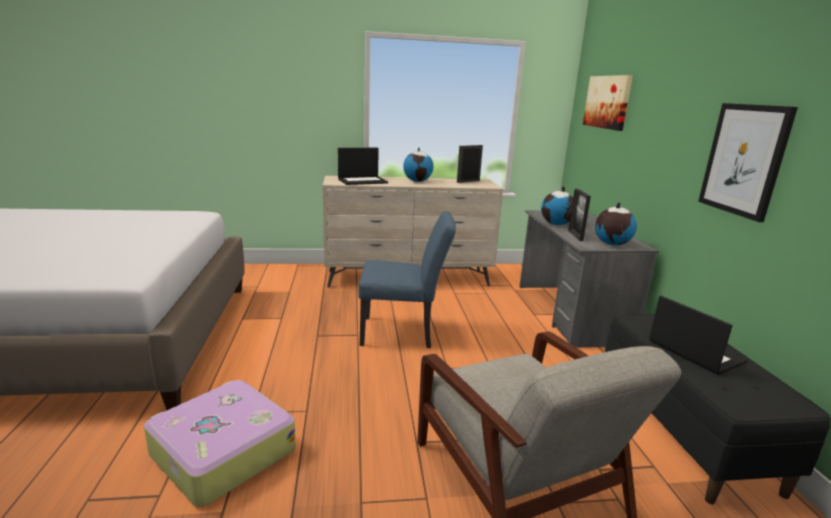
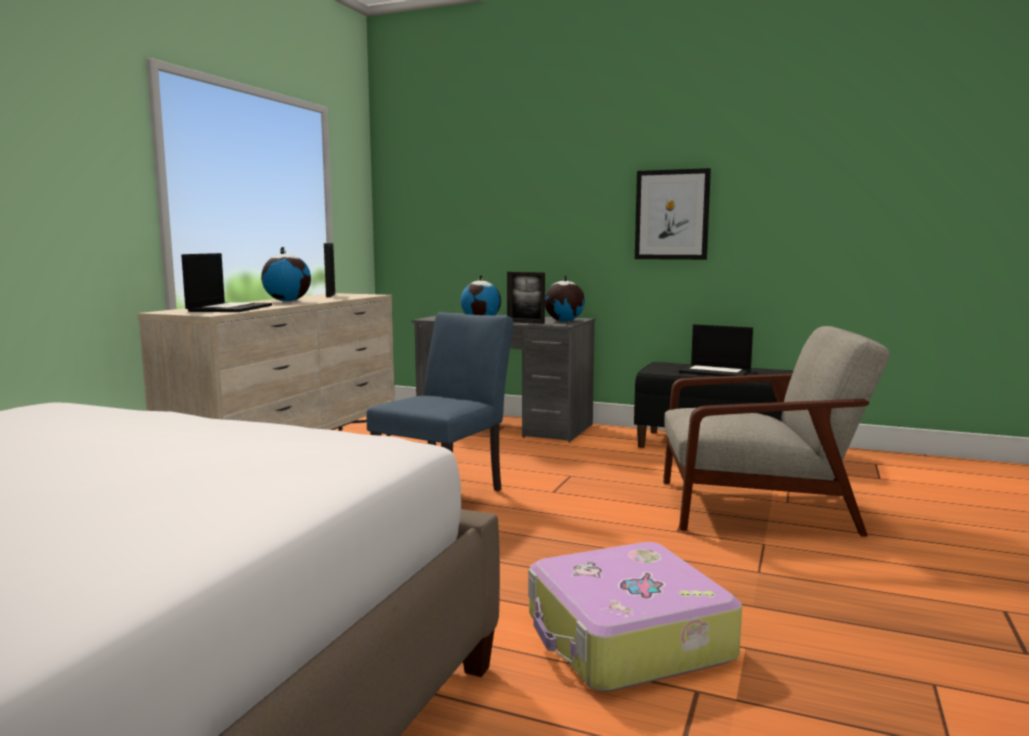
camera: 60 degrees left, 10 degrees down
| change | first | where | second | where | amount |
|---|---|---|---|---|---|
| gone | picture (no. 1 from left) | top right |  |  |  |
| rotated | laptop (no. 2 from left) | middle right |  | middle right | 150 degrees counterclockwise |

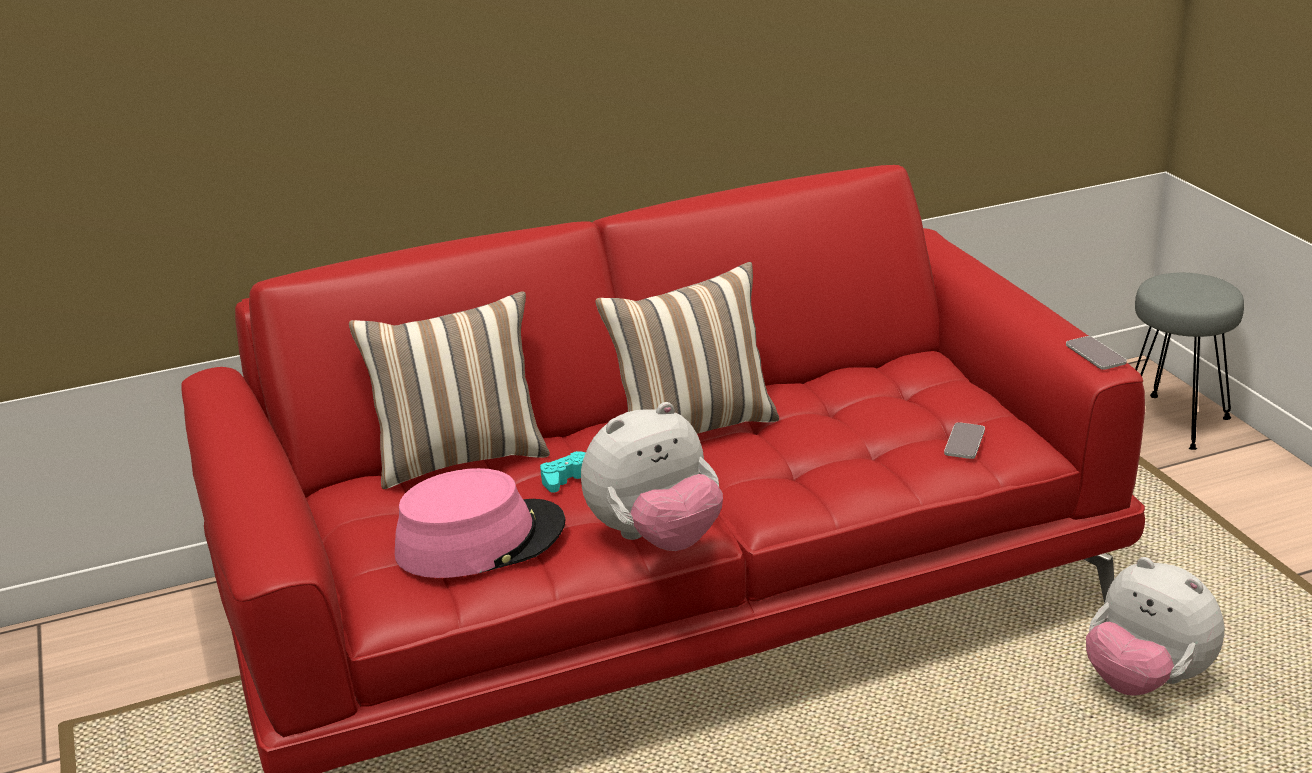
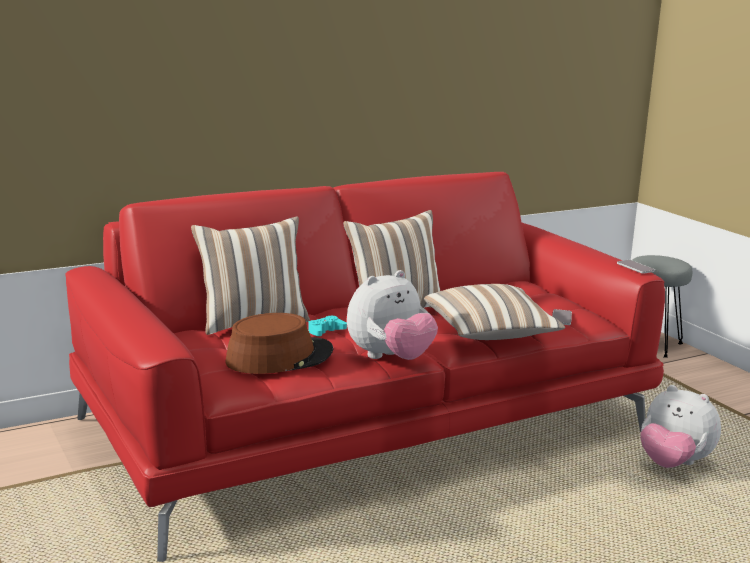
camera: 10 degrees left, 10 degrees down
| change | first | where | second | where | amount |
|---|---|---|---|---|---|
| new |  |  | pillow (no. 3 from left) | centre |  |
| repainted | pink hat | bottom centre | brown hat | centre |  |

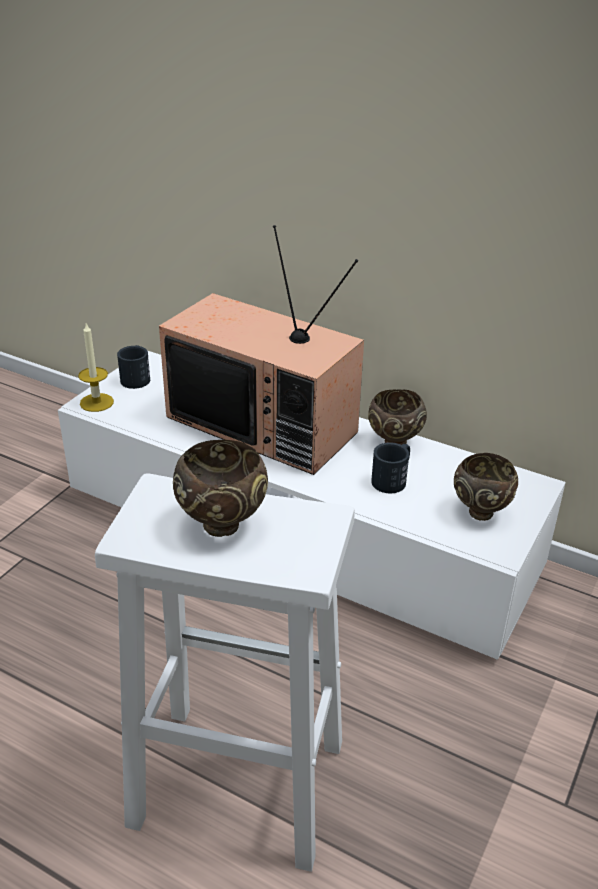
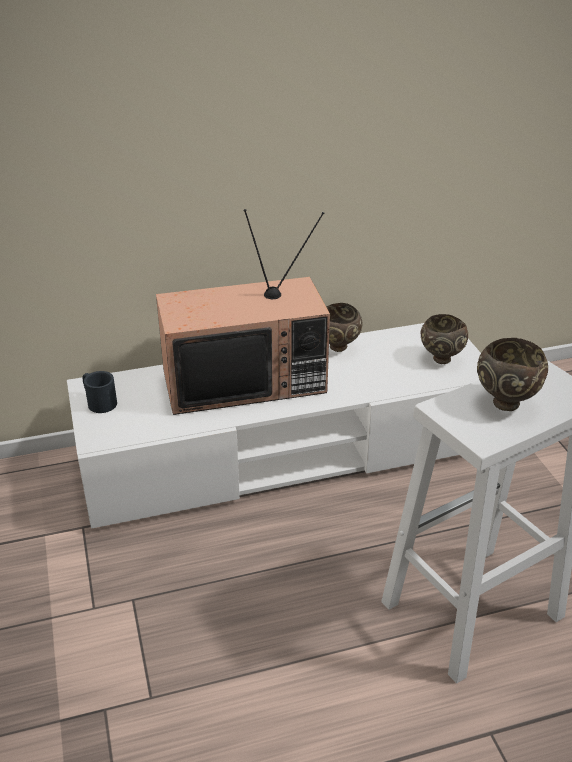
camera: 45 degrees left, 0 degrees up
| change | first | where | second | where | amount |
|---|---|---|---|---|---|
| gone | candle | middle left |  |  |  |
| gone | black mug (no. 2 from left) | centre |  |  |  |

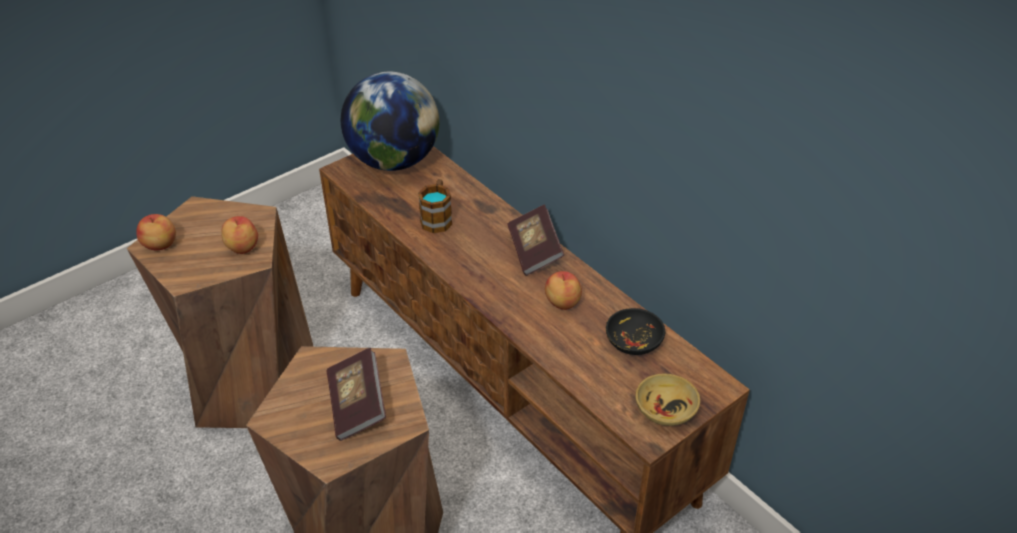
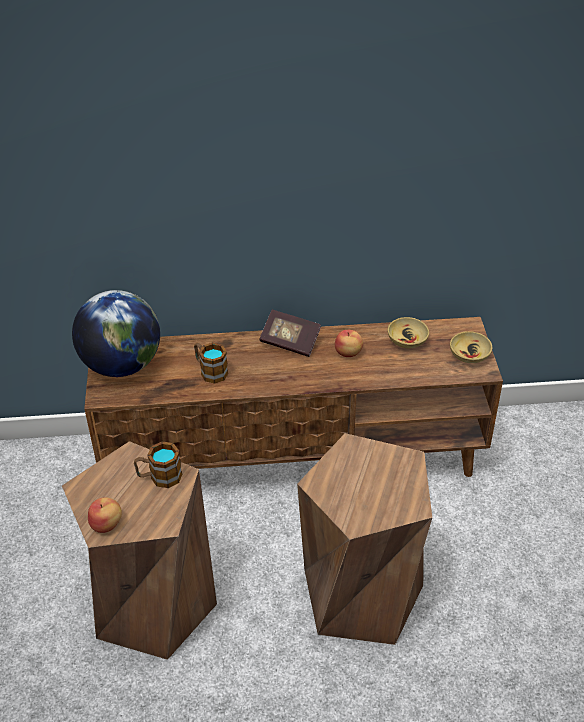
camera: 55 degrees left, 0 degrees up
| change | first | where | second | where | amount |
|---|---|---|---|---|---|
| gone | book (no. 1 from left) | bottom centre |  |  |  |
| swapped | apple (no. 2 from left) | middle left | mug (no. 1 from left) | middle left |  |
| repainted | black bowl | centre | beige bowl (no. 1 from left) | middle right |  |

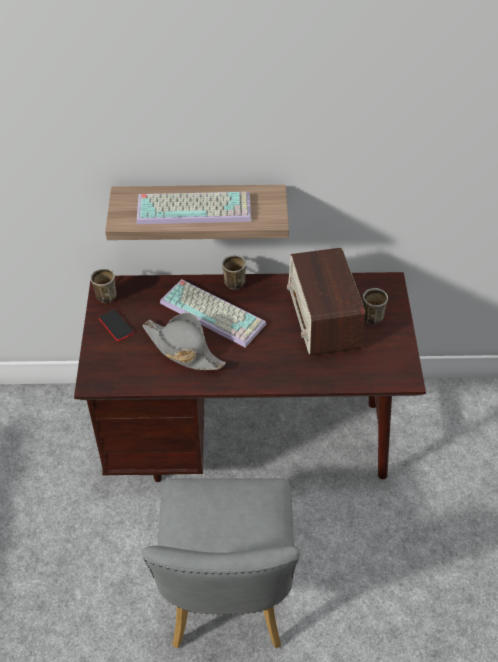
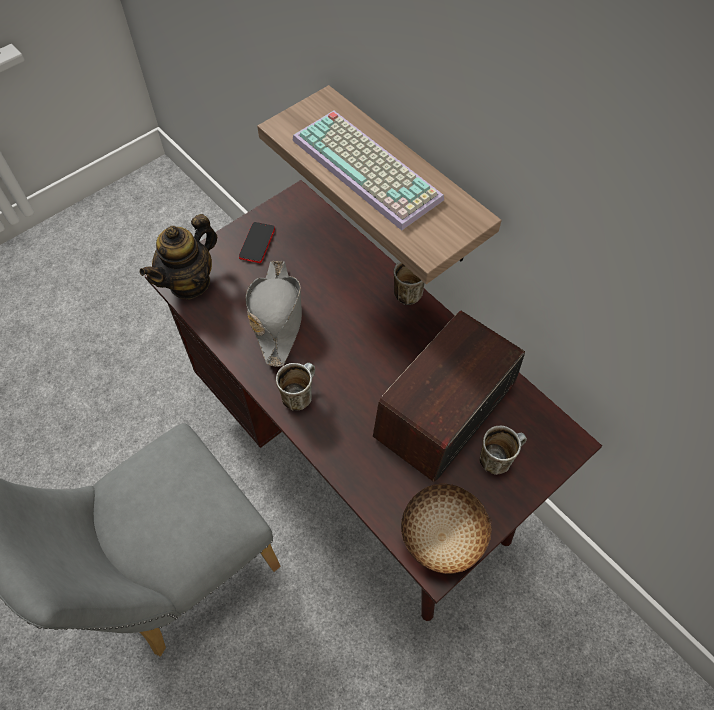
camera: 50 degrees right, 10 degrees up
| change | first | where | second | where | amount |
|---|---|---|---|---|---|
| gone | keyboard (no. 2 from left) | centre |  |  |  |
| new |  |  | teapot | middle left |  |
| new |  |  | bowl | bottom centre |  |
| shifted | mug (no. 1 from left) | middle left |  | centre |  |

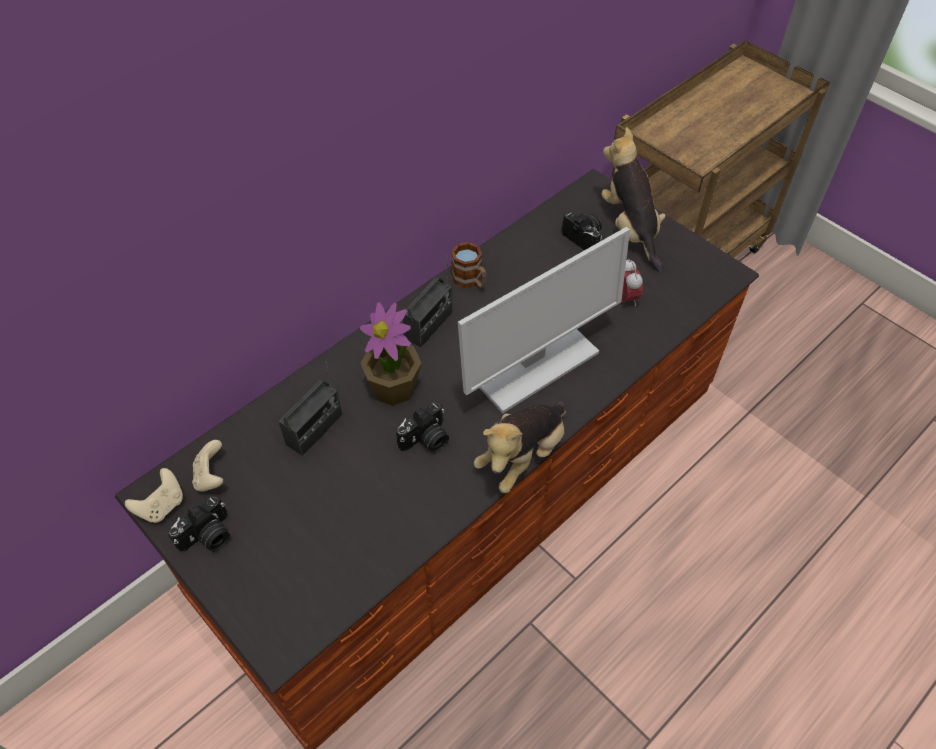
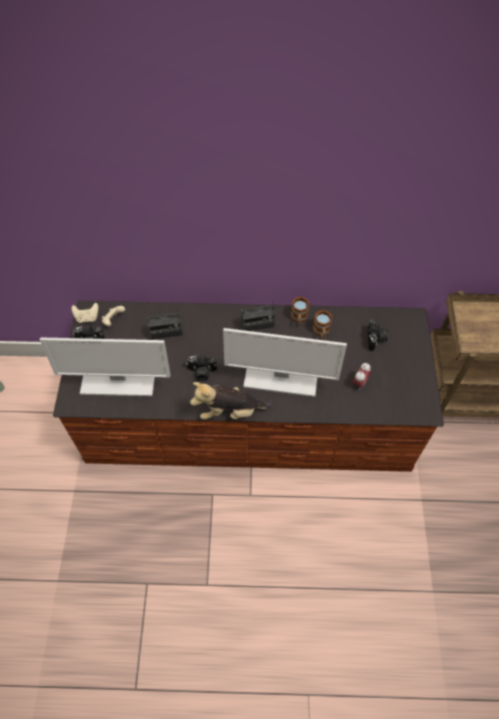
camera: 45 degrees right, 5 degrees up
| change | first | where | second | where | amount |
|---|---|---|---|---|---|
| gone | potted plant | centre |  |  |  |
| gone | plush toy (no. 2 from left) | top right |  |  |  |
| new |  |  | monitor (no. 1 from left) | middle left |  |
| new |  |  | mug (no. 2 from left) | centre |  |

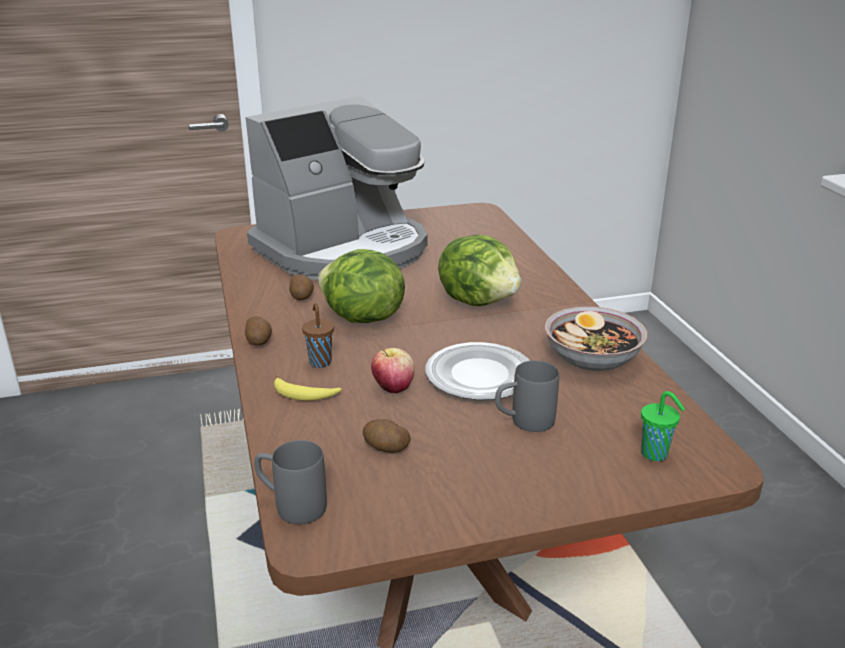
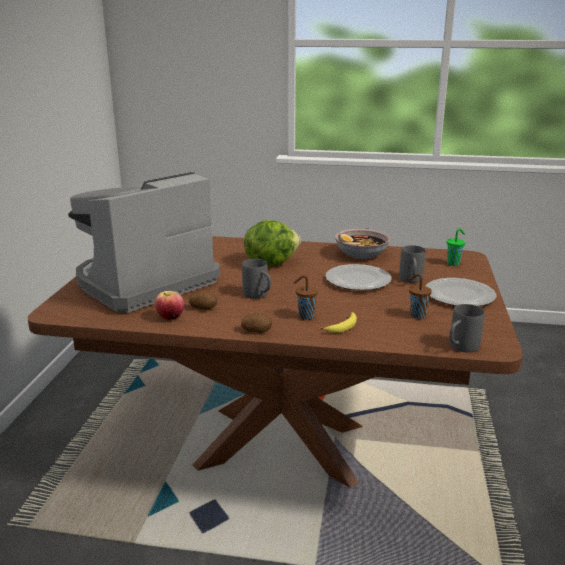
camera: 65 degrees left, 5 degrees down
| change | first | where | second | where | amount |
|---|---|---|---|---|---|
| new |  |  | plate (no. 2 from left) | middle right |  |
| shifted | apple | centre |  | middle left |  |
| swapped | lettuce (no. 1 from left) | centre | grey mug (no. 1 from left) | centre |  |
| swapped | potato (no. 3 from left) | bottom centre | brown cup (no. 2 from left) | middle right |  |
| rotated | coffee machine | top centre |  | middle left | 120 degrees counterclockwise |

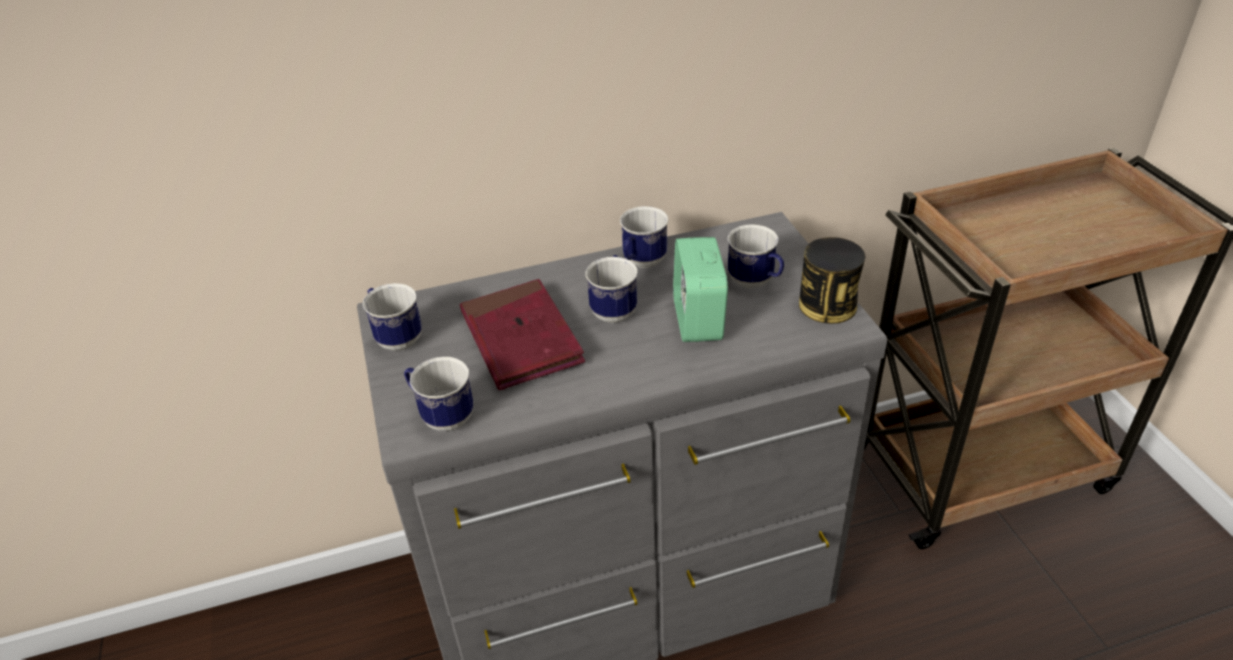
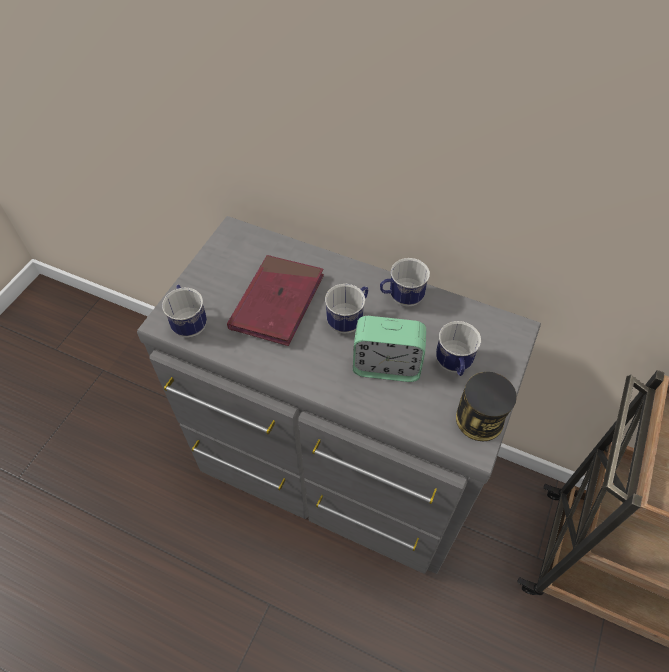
camera: 40 degrees right, 15 degrees up
| change | first | where | second | where | amount |
|---|---|---|---|---|---|
| gone | mug (no. 1 from left) | middle left |  |  |  |
| rotated | alarm clock | centre |  | centre | 120 degrees counterclockwise |

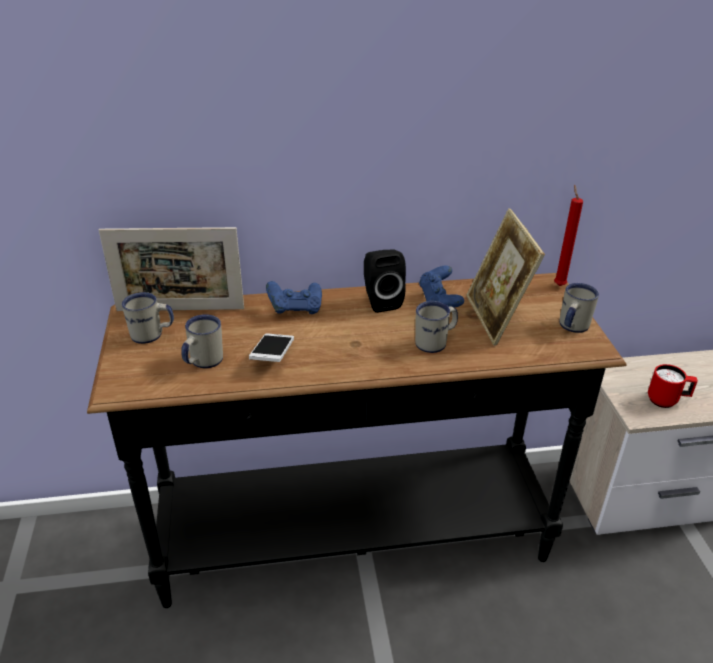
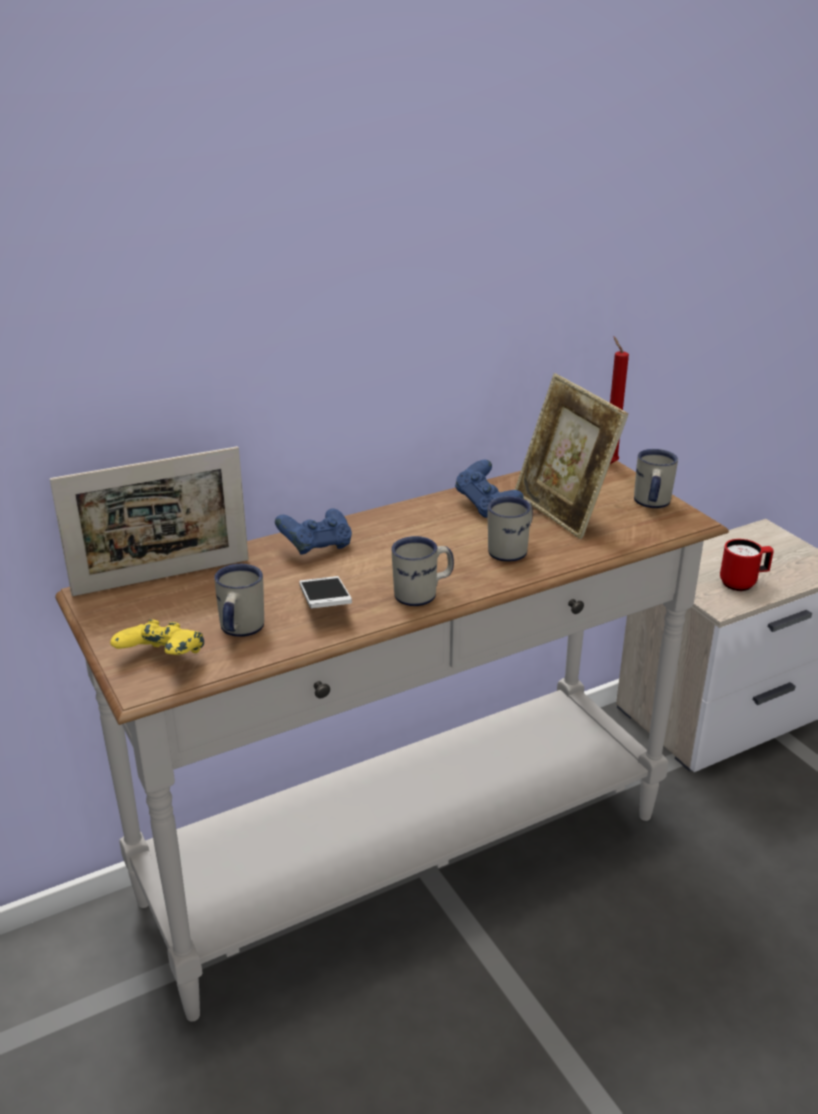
camera: 20 degrees left, 5 degrees down
| change | first | where | second | where | amount |
|---|---|---|---|---|---|
| gone | black speaker | centre |  |  |  |
| new |  |  | yellow game controller | middle left |  |
| shifted | white mug (no. 1 from left in the first image) | middle left | white mug (no. 2 from left) | centre |  |
| repainted | black console table | centre | white console table | centre |  |

